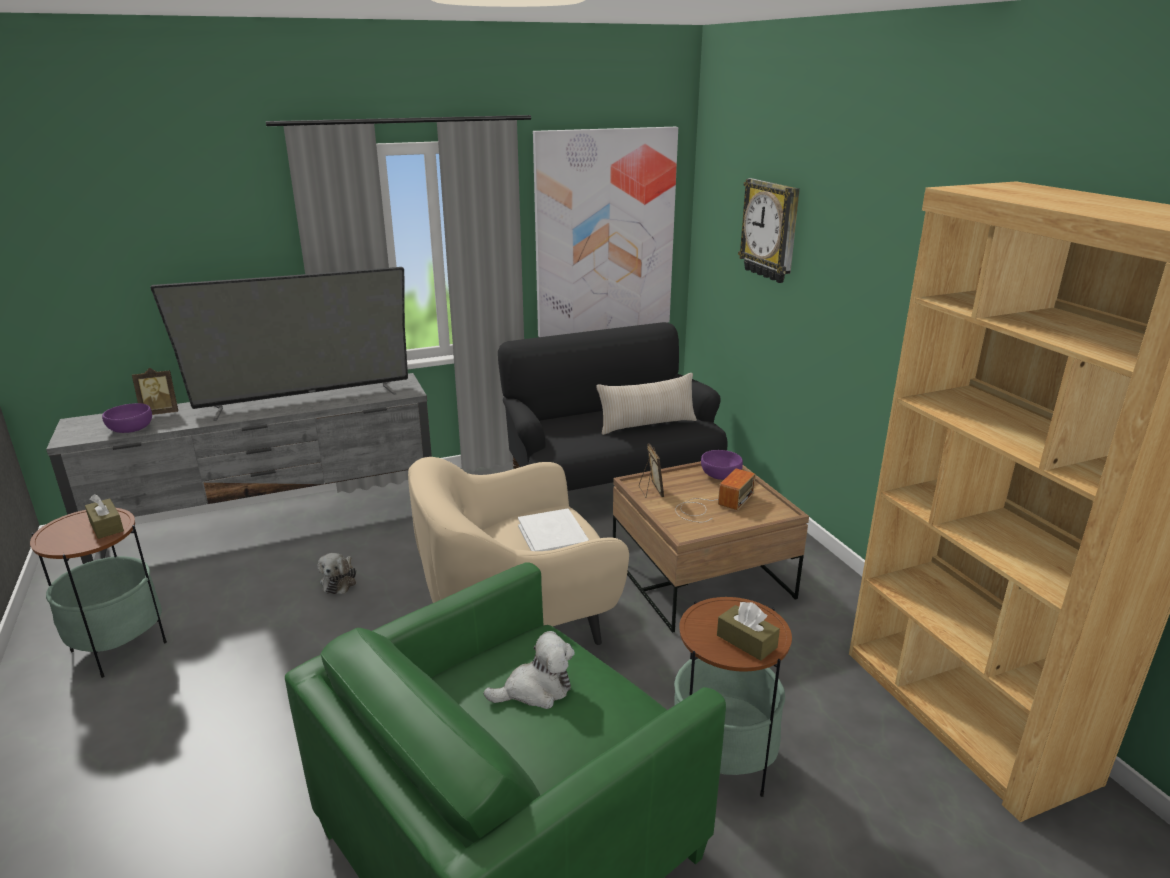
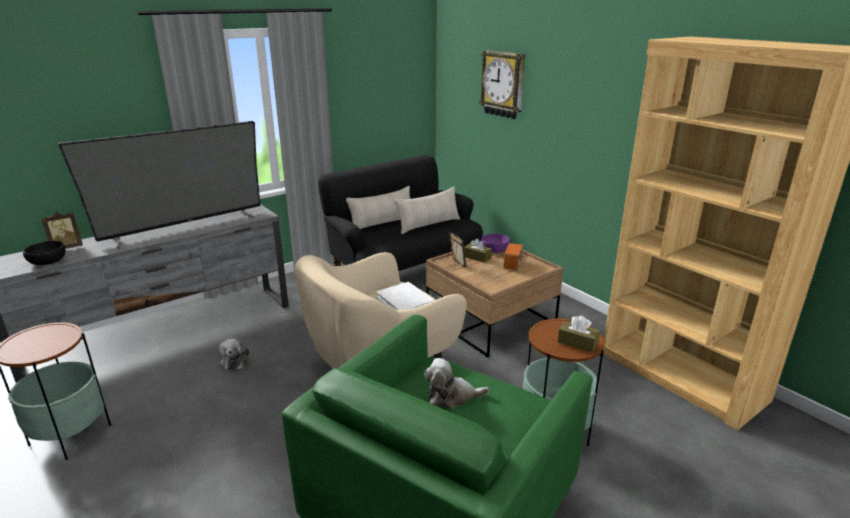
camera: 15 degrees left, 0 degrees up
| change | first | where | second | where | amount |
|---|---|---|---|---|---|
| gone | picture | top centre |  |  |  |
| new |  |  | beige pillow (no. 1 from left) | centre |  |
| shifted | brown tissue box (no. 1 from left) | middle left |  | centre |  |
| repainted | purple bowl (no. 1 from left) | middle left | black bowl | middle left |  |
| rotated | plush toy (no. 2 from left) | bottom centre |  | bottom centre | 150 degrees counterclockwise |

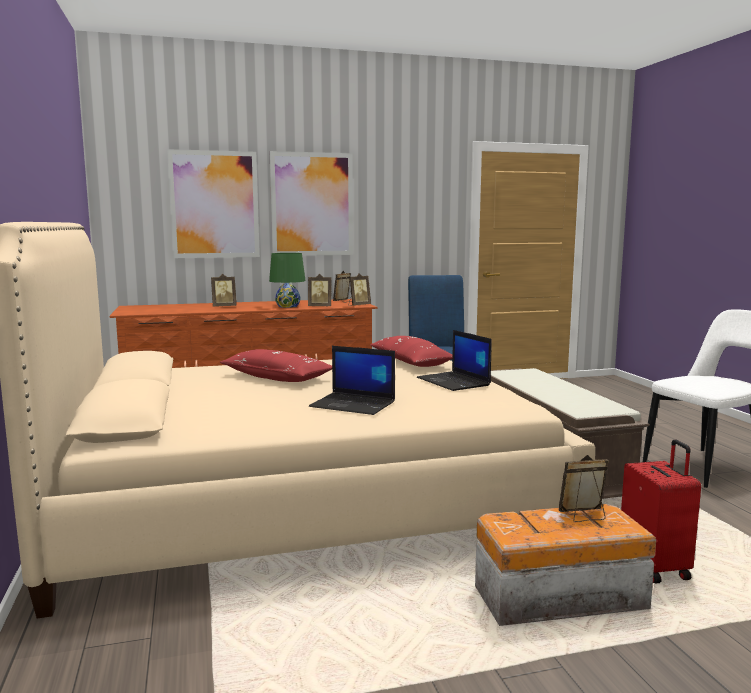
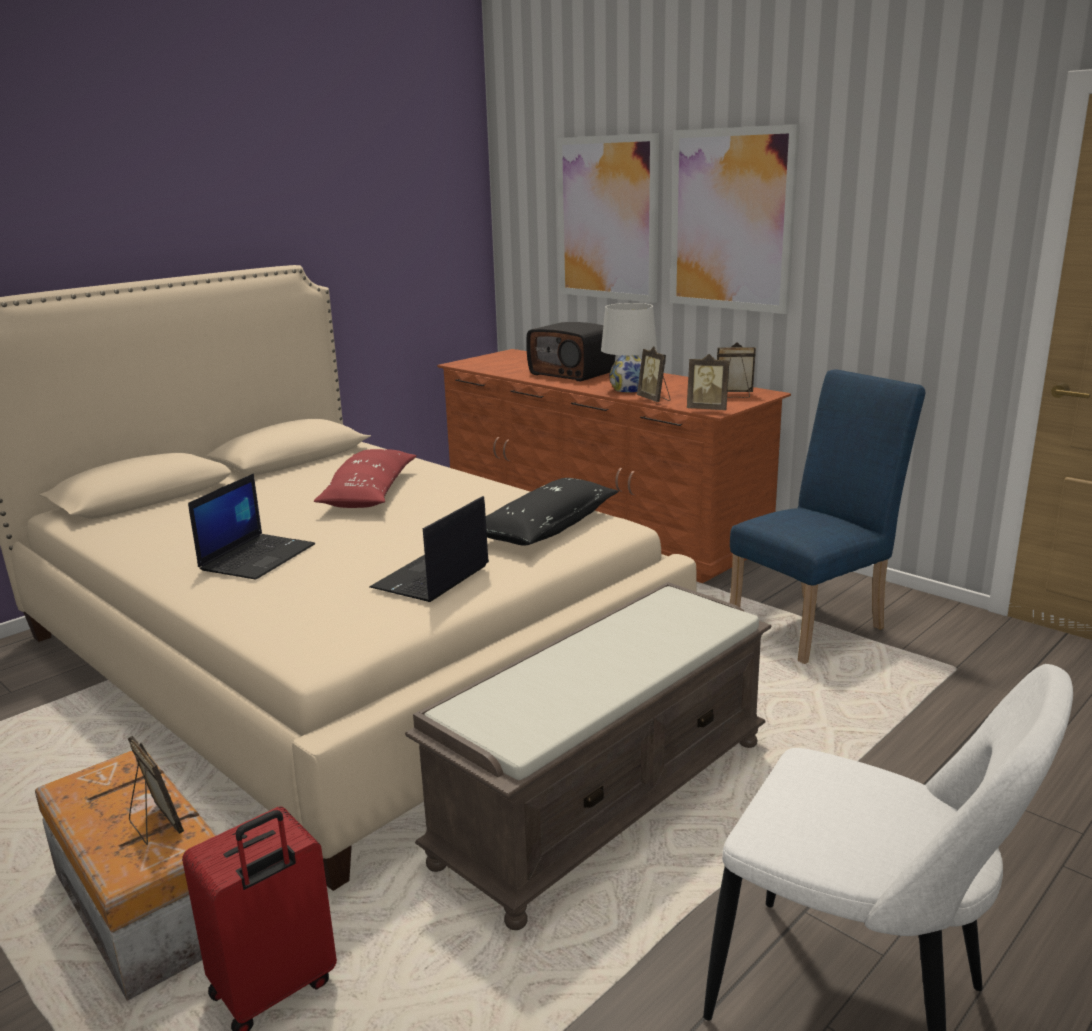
camera: 60 degrees right, 10 degrees up
| change | first | where | second | where | amount |
|---|---|---|---|---|---|
| swapped | picture frame (no. 1 from left) | middle left | radio | centre |  |
| repainted | green table lamp | centre | white table lamp | centre |  |
| repainted | red pillow (no. 2 from left) | centre | black pillow | centre |  |
| rotated | laptop (no. 1 from left) | centre |  | middle left | 150 degrees counterclockwise |

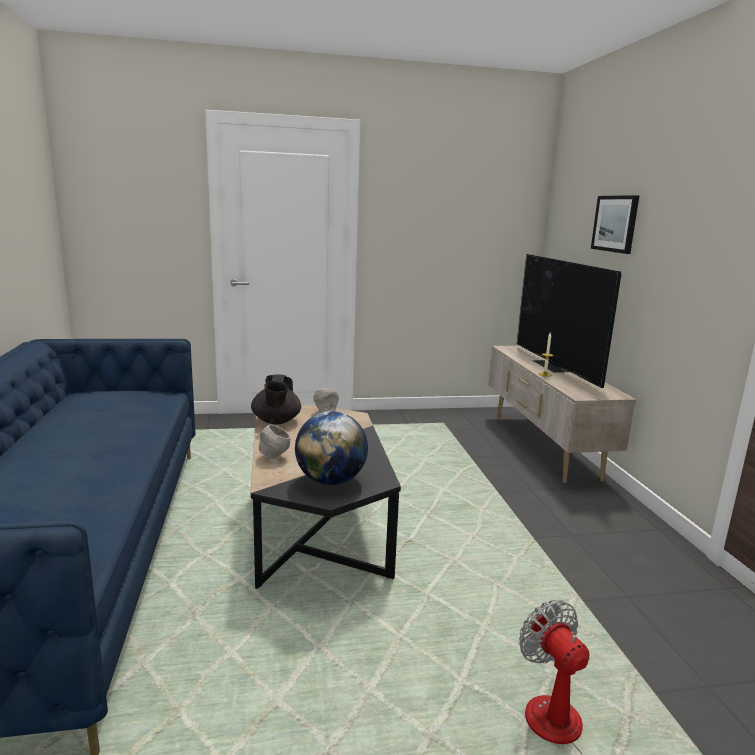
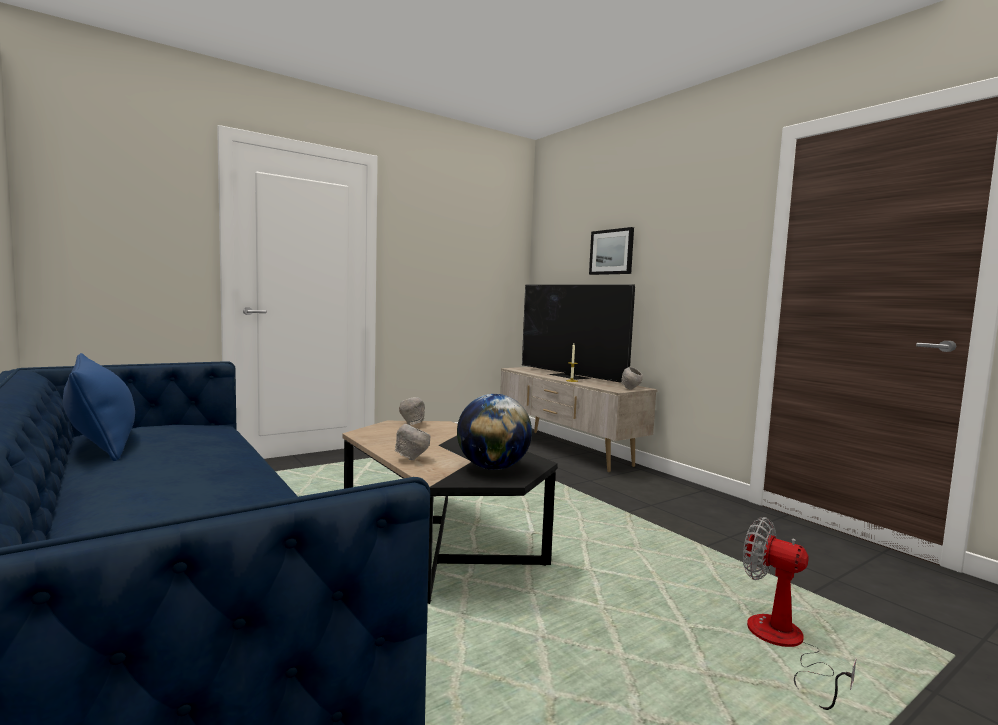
camera: 25 degrees left, 10 degrees down
| change | first | where | second | where | amount |
|---|---|---|---|---|---|
| gone | black teapot | centre |  |  |  |
| new |  |  | blue pillow | middle left |  |
| new |  |  | grey bowl (no. 3 from left) | centre |  |

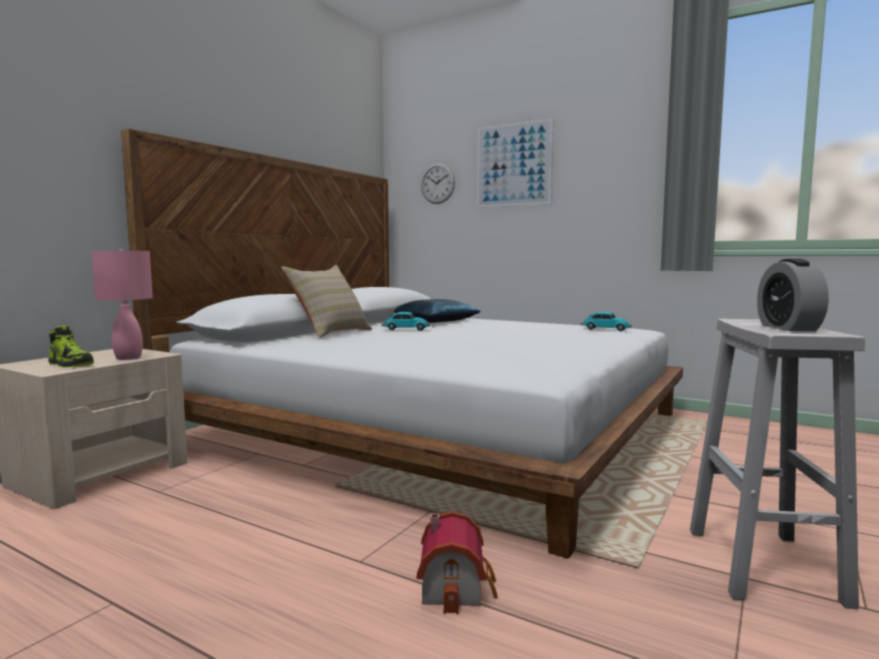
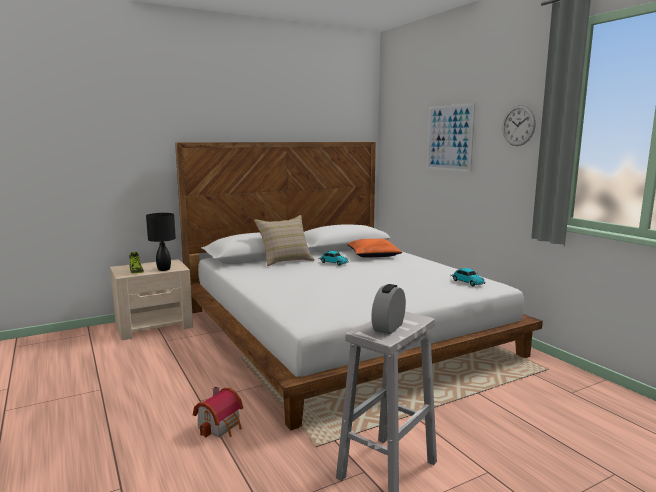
camera: 30 degrees right, 5 degrees up
| change | first | where | second | where | amount |
|---|---|---|---|---|---|
| shifted | wall clock | top centre |  | top right |  |
| repainted | pink table lamp | middle left | black table lamp | middle left |  |
| repainted | blue pillow | centre | orange pillow | centre |  |

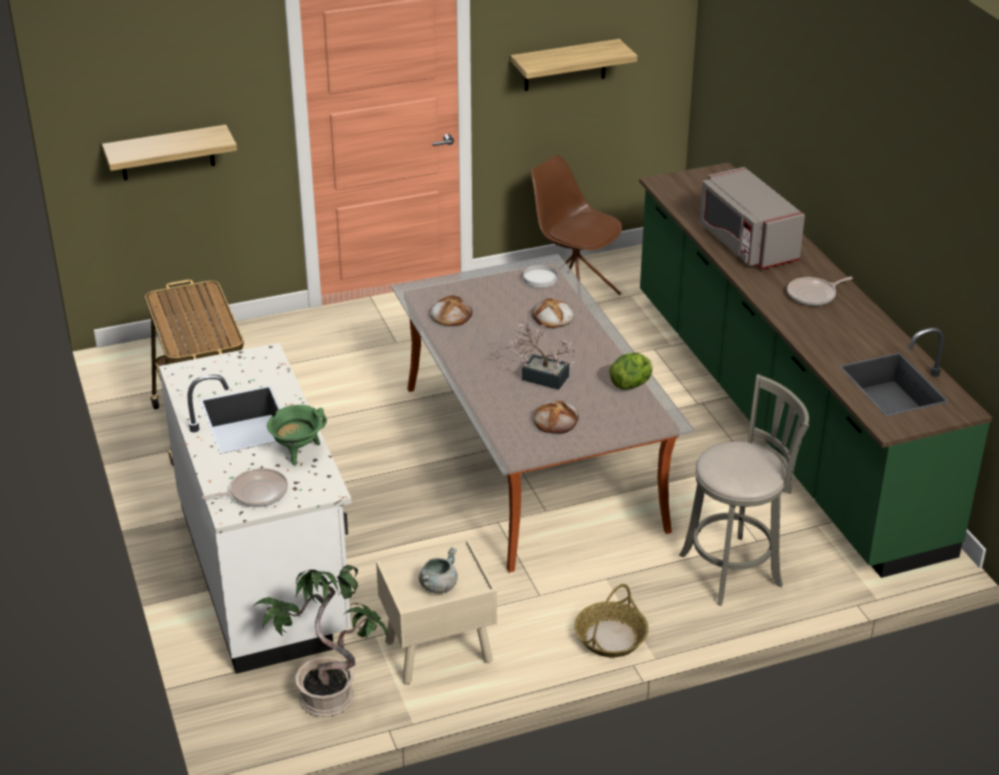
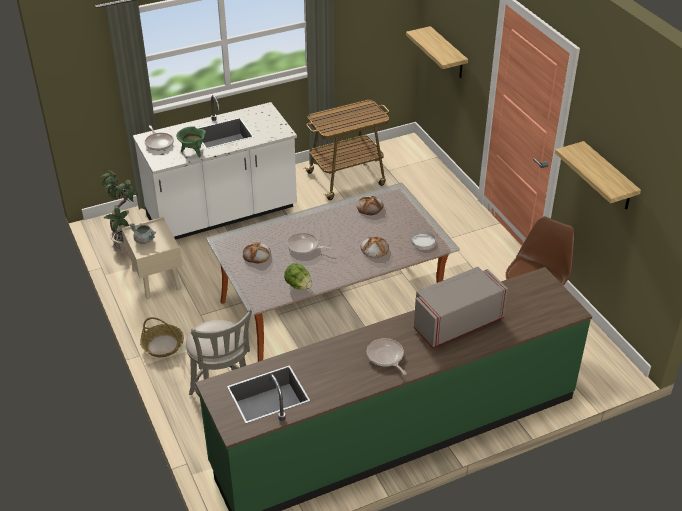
camera: 85 degrees right, 5 degrees up
| change | first | where | second | where | amount |
|---|---|---|---|---|---|
| swapped | potted plant (no. 2 from left) | centre | frying pan (no. 2 from left) | centre |  |

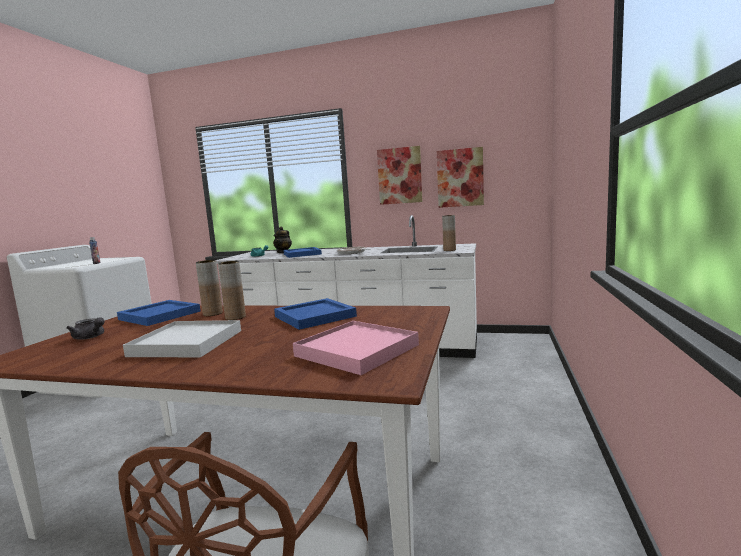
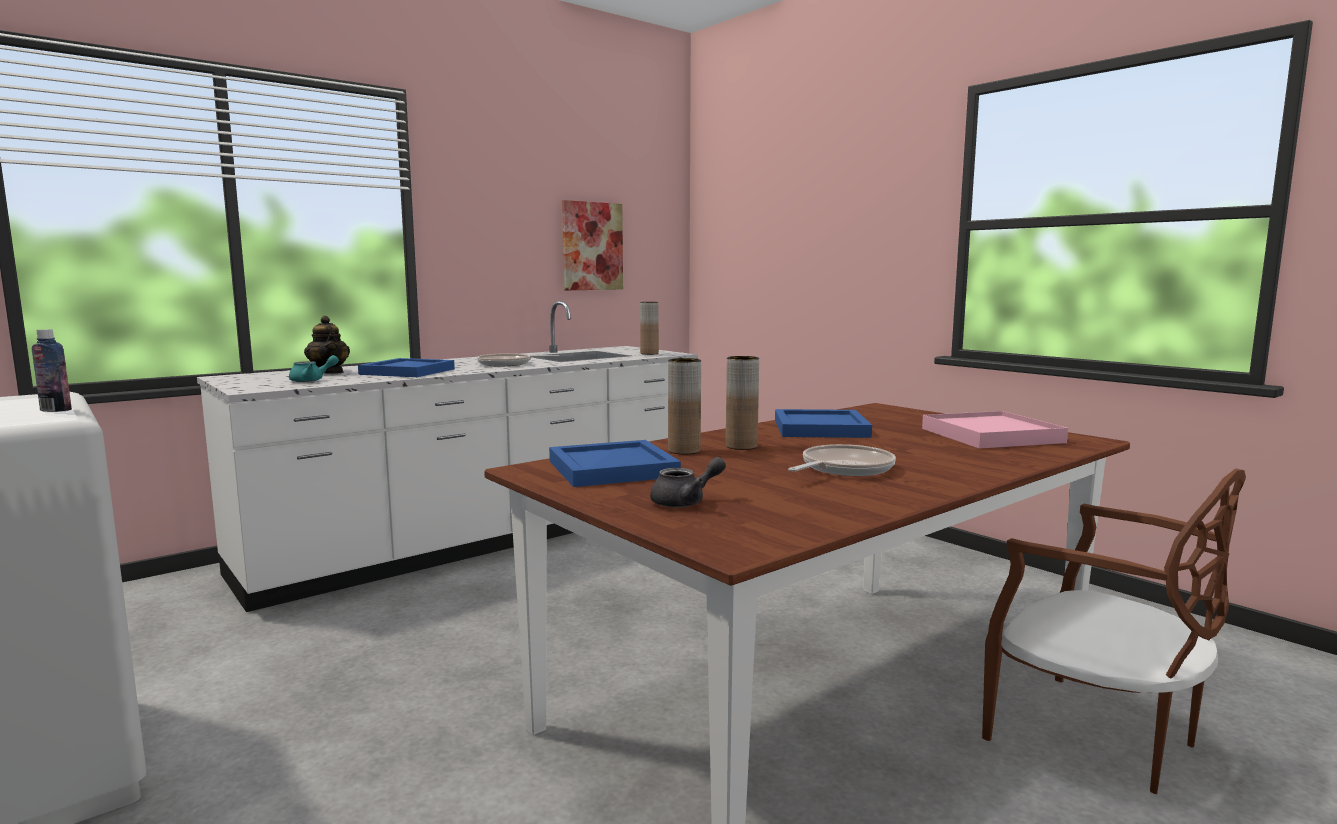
camera: 55 degrees left, 0 degrees up
| change | first | where | second | where | amount |
|---|---|---|---|---|---|
| gone | picture (no. 1 from left) | top centre |  |  |  |
| swapped | white tray | middle left | frying pan (no. 2 from left) | centre |  |

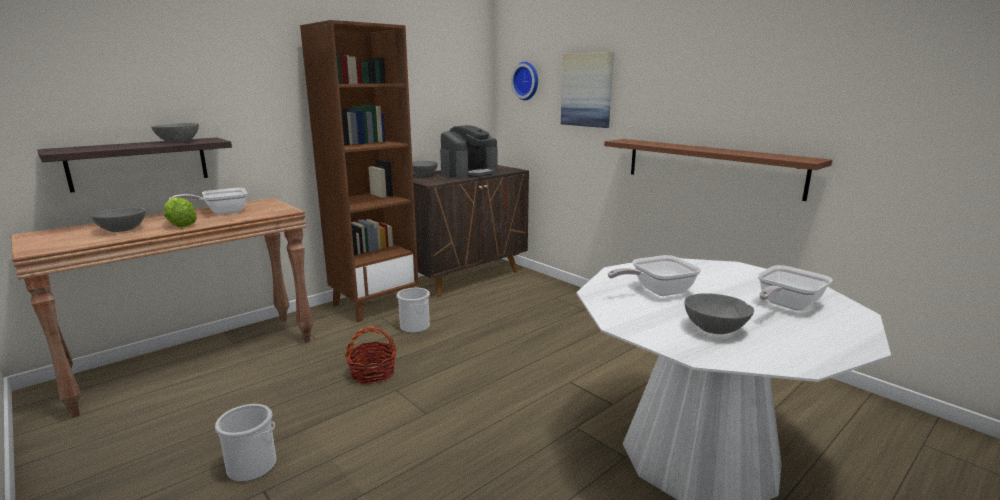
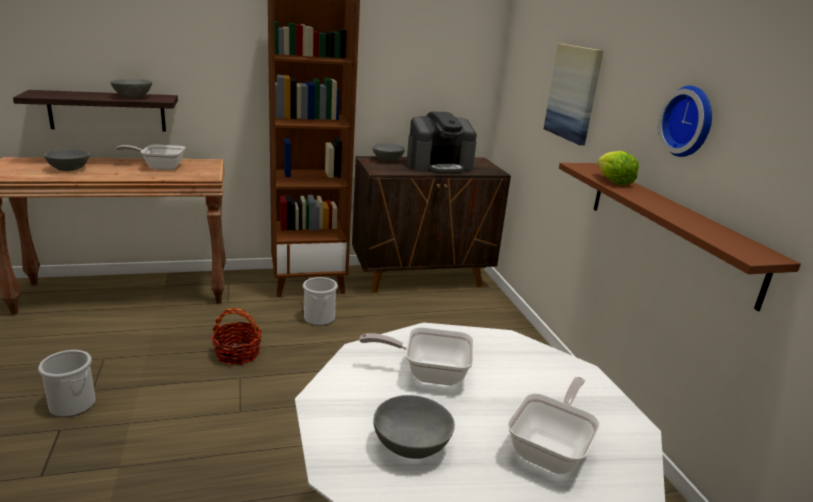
camera: 25 degrees right, 5 degrees up
| change | first | where | second | where | amount |
|---|---|---|---|---|---|
| shifted | lettuce | middle left |  | middle right |  |
| shifted | wall clock | top centre |  | top right |  |
| rotated | frying pan (no. 3 from left) | middle right |  | bottom right | 135 degrees clockwise |

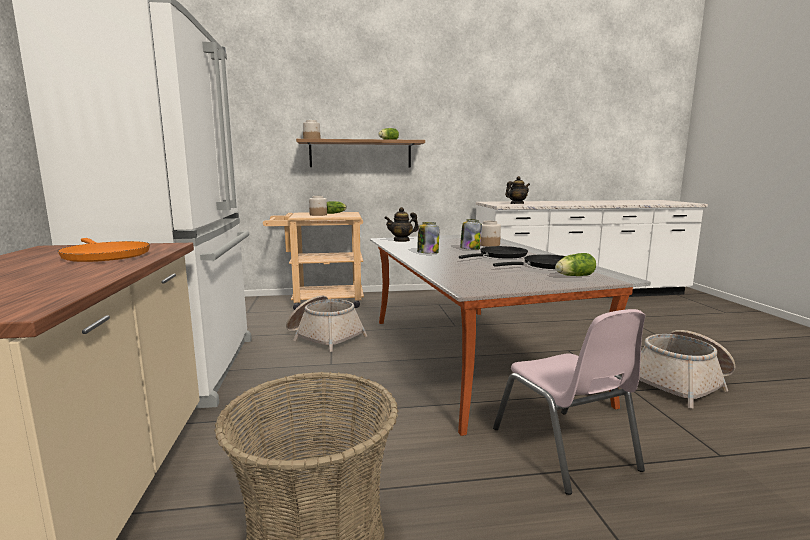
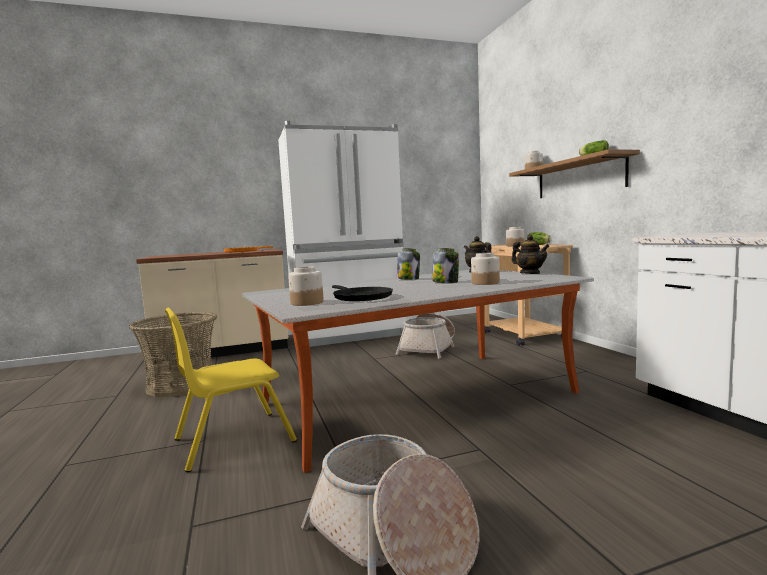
camera: 80 degrees right, 5 degrees down
| change | first | where | second | where | amount |
|---|---|---|---|---|---|
| gone | black frying pan (no. 1 from left) | centre |  |  |  |
| shifted | teapot (no. 2 from left) | centre |  | middle right |  |
| swapped | lettuce (no. 3 from left) | middle right | jar (no. 1 from left) | centre |  |
| repainted | pink chair | bottom right | yellow chair | bottom left |  |

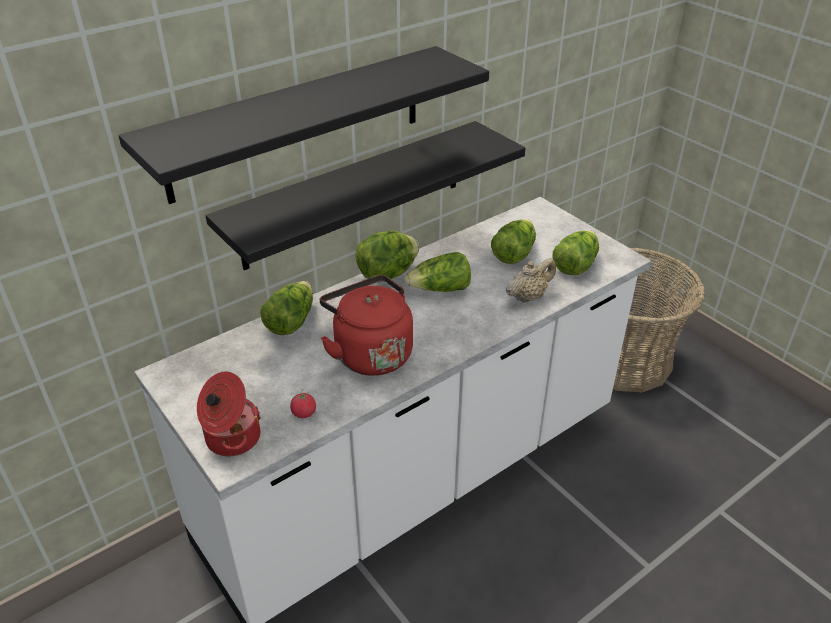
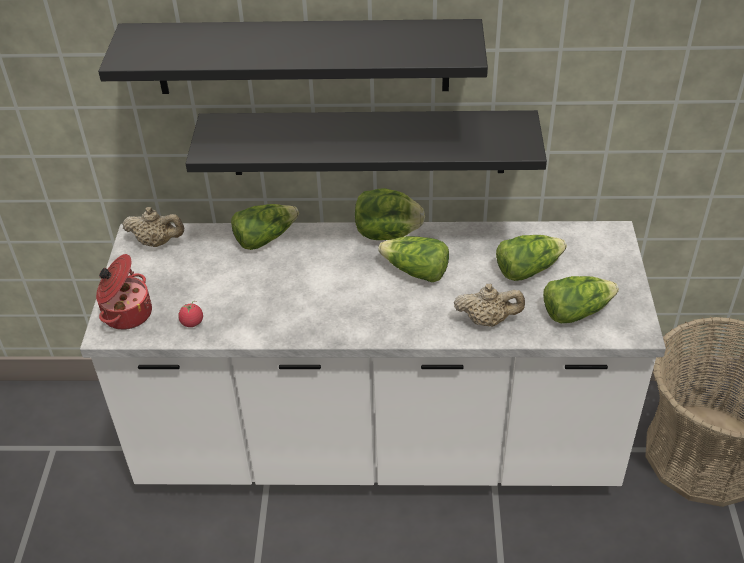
camera: 40 degrees right, 5 degrees up
| change | first | where | second | where | amount |
|---|---|---|---|---|---|
| gone | red kettle | centre |  |  |  |
| new |  |  | beige teapot (no. 1 from left) | middle left |  |

